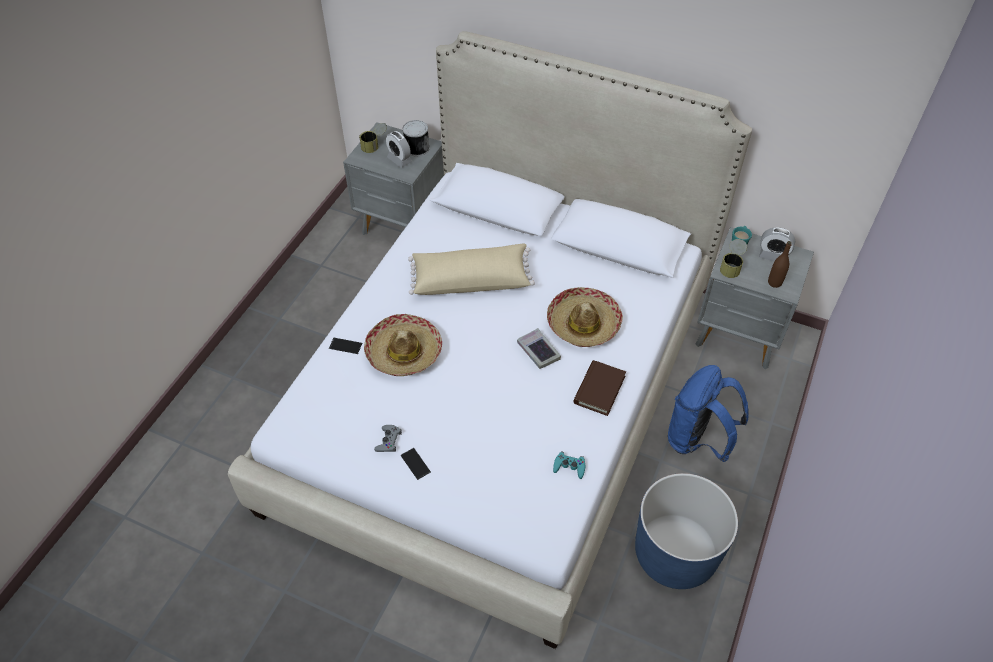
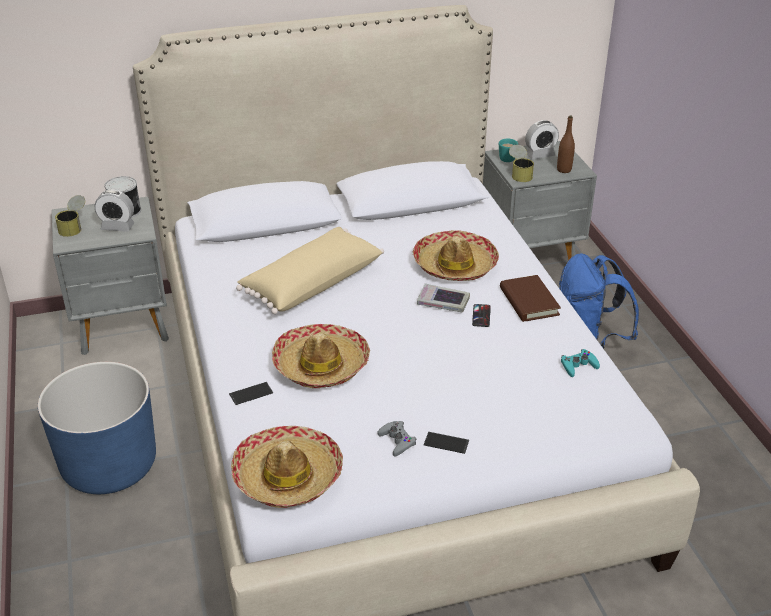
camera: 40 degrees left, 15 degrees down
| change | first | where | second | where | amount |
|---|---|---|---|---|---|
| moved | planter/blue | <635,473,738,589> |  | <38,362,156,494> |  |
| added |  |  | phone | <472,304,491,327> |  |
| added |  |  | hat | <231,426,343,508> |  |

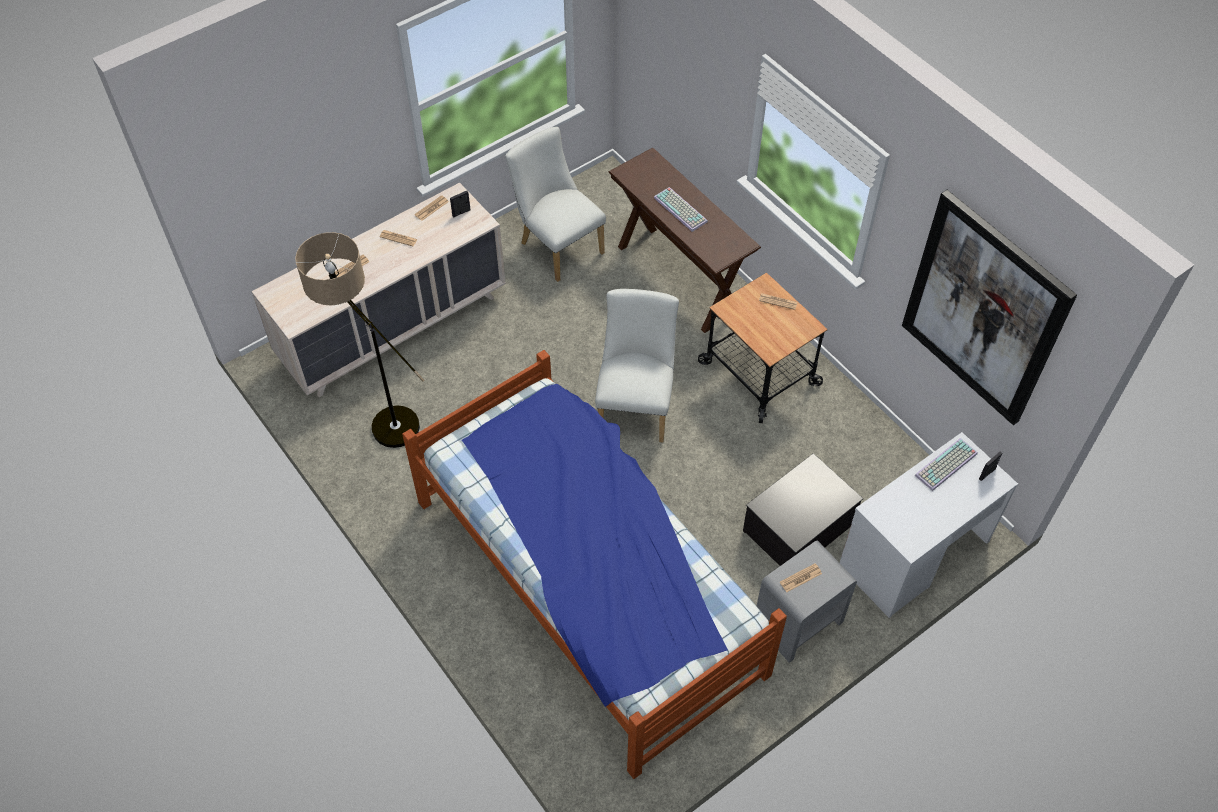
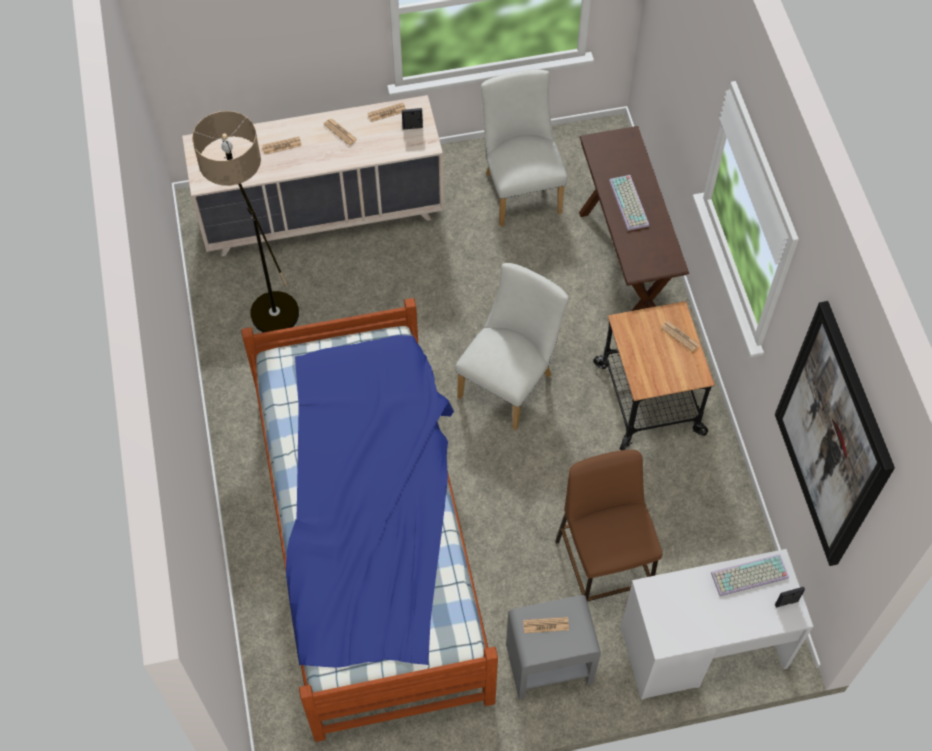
camera: 25 degrees right, 5 degrees up
| change | first | where | second | where | amount |
|---|---|---|---|---|---|
| replaced | storage box | <743,453,863,566> | stool/brown | <555,450,662,602> |  |

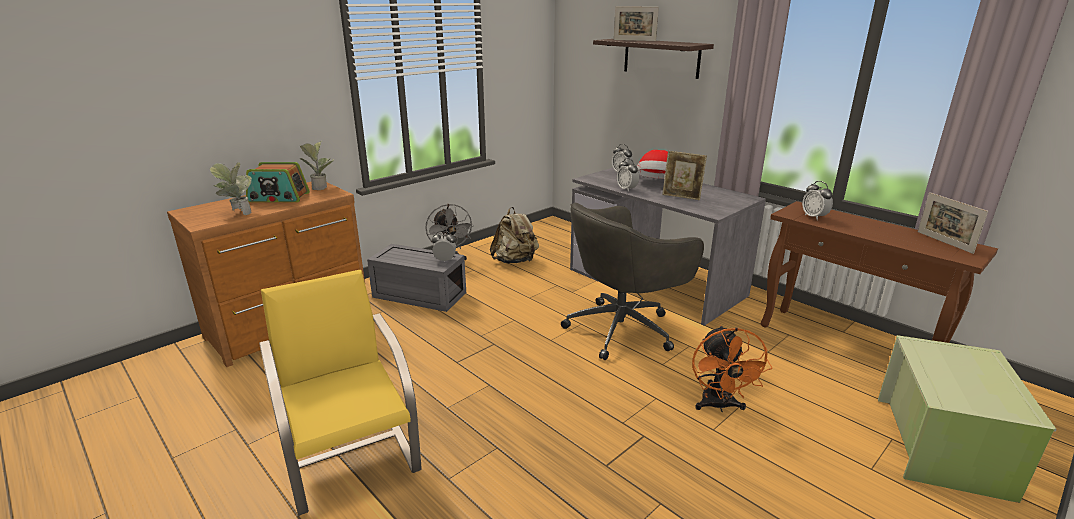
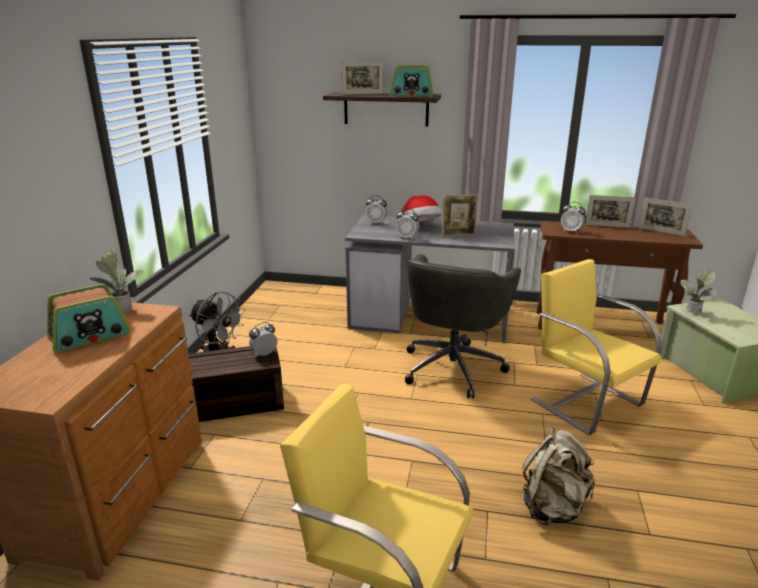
camera: 35 degrees left, 0 degrees up
| change | first | where | second | where | amount |
|---|---|---|---|---|---|
| moved | potted plant | <210,162,252,215> |  | <680,269,717,312> |  |
| moved | backpack/beige | <490,207,539,264> |  | <522,427,595,525> |  |
| recoloured | storage box/grey | <367,244,466,312> | storage box/brown | <188,346,284,422> |  |
| replaced | fan/orange | <692,325,772,412> | chair/yellow | <530,259,662,435> |  |
| added |  |  | radio | <390,66,433,97> |  |
| added |  |  | picture frame | <585,195,636,228> |  |

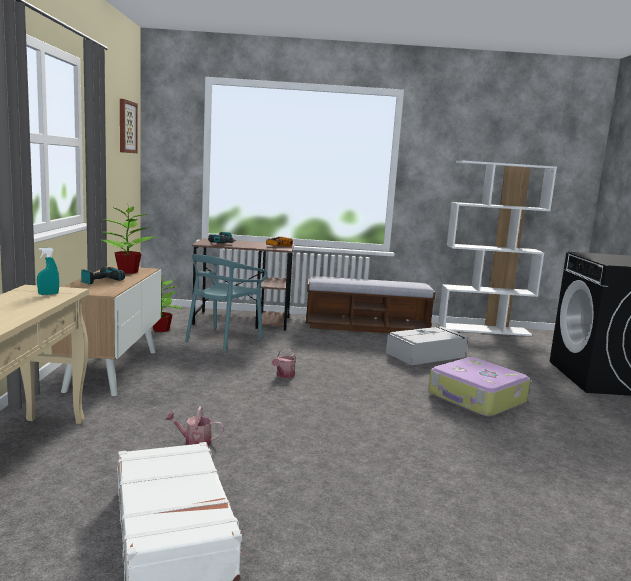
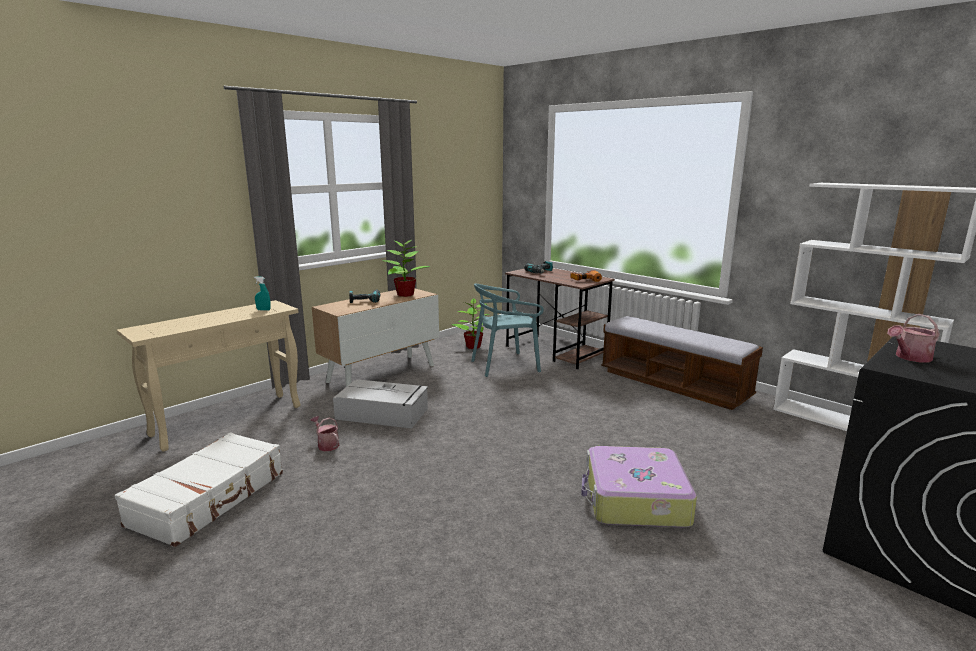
camera: 45 degrees right, 5 degrees up
| change | first | where | second | where | amount |
|---|---|---|---|---|---|
| removed | picture | <120,99,138,153> |  |  |  |
| moved | storage box/grey | <386,326,468,365> |  | <333,379,428,429> |  |
| moved | watering can | <272,348,296,378> |  | <887,314,940,362> |  |

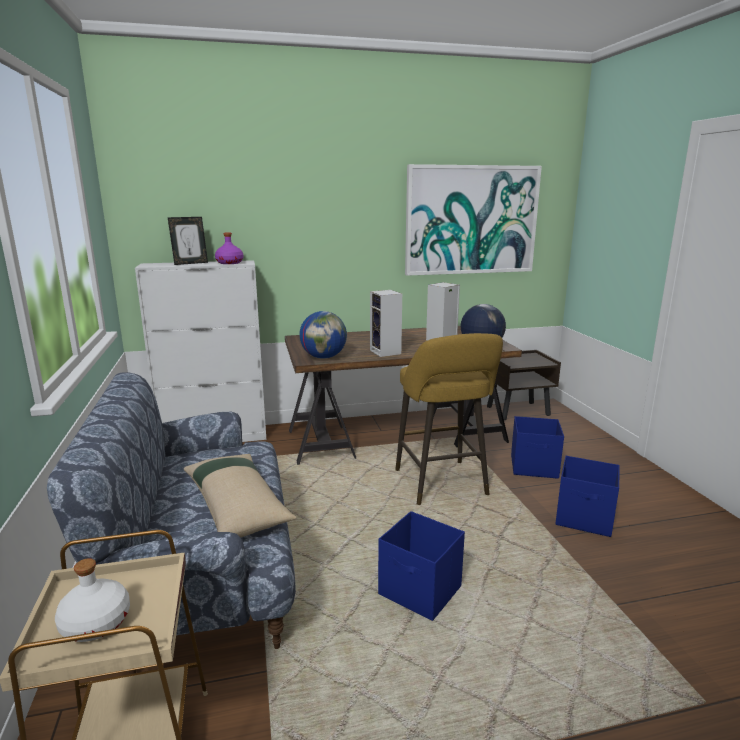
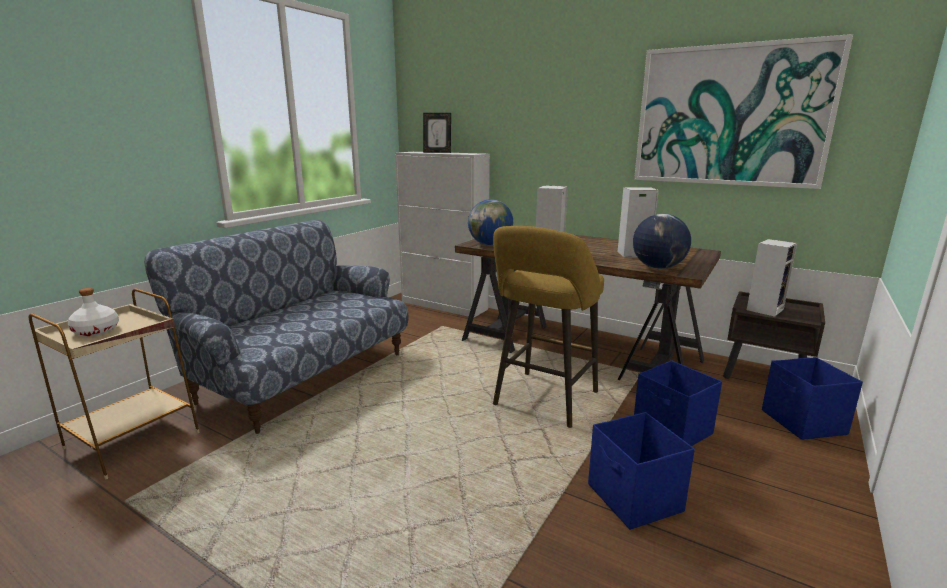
camera: 45 degrees right, 0 degrees up
| change | first | where | second | where | amount |
|---|---|---|---|---|---|
| removed | bottle/purple | <215,232,243,264> |  |  |  |
| removed | pillow/beige | <184,454,297,538> |  |  |  |
| moved | storage box/blue | <378,511,465,621> |  | <762,357,863,440> |  |
| added |  |  | speaker | <747,239,797,317> |  |

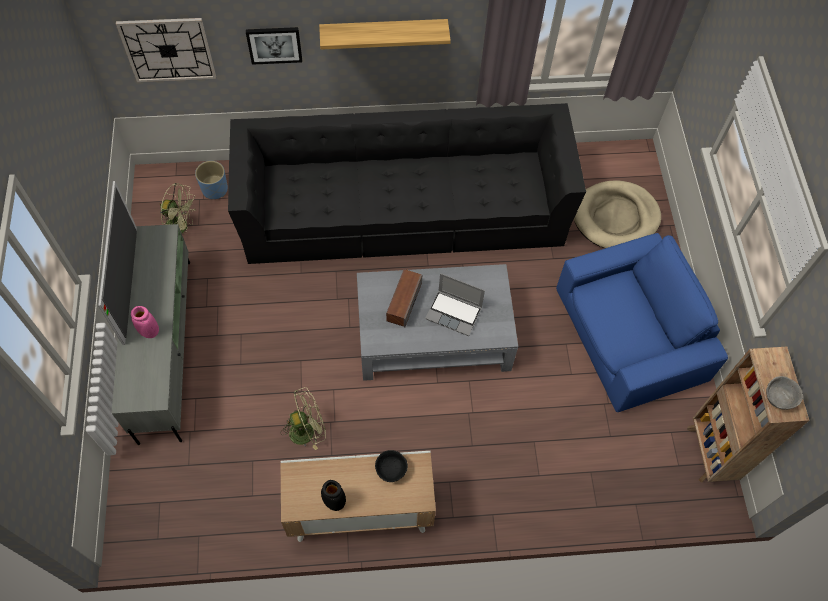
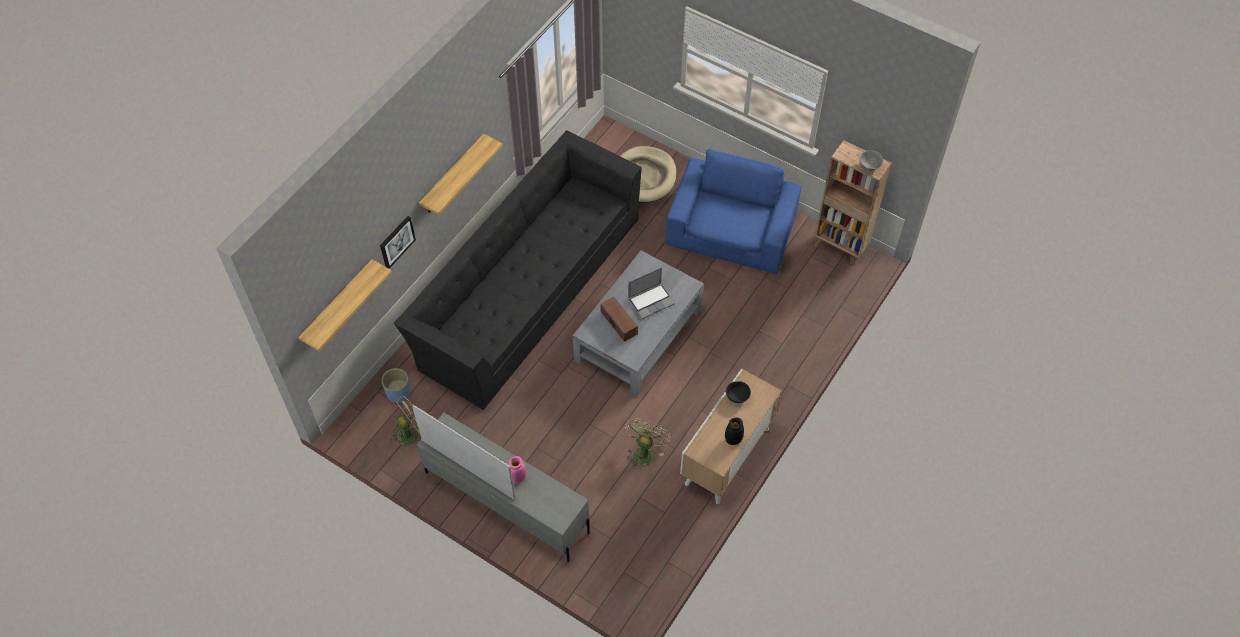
camera: 50 degrees left, 5 degrees down
| change | first | where | second | where | amount |
|---|---|---|---|---|---|
| replaced | wall clock | <116,18,216,82> | shelf | <299,259,392,351> |  |

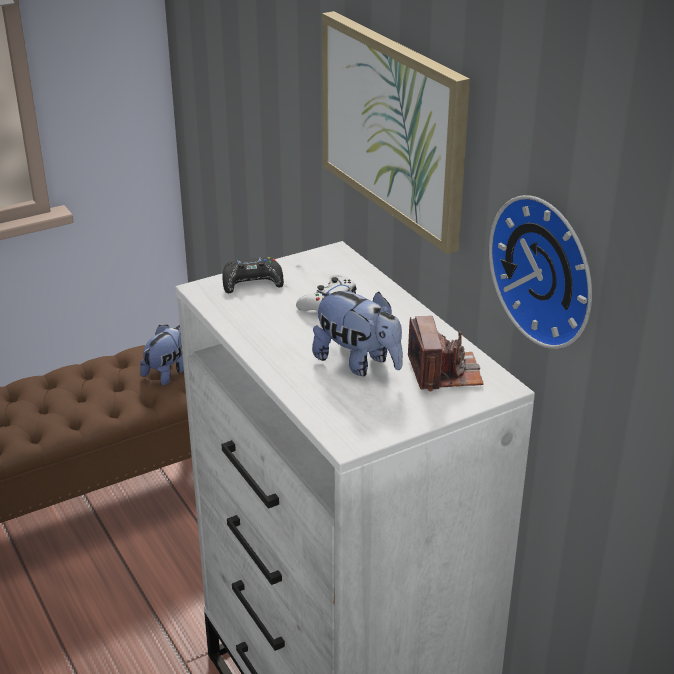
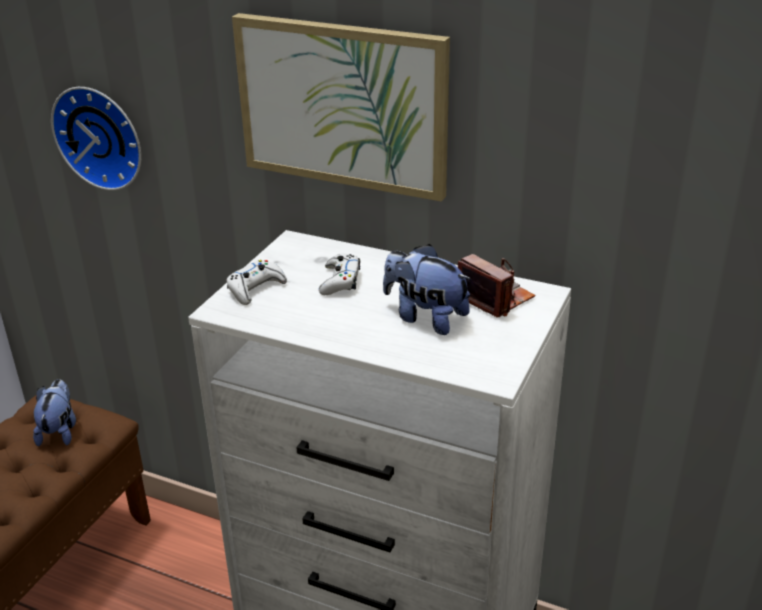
camera: 35 degrees left, 0 degrees up
| change | first | where | second | where | amount |
|---|---|---|---|---|---|
| moved | wall clock | <489,195,592,349> |  | <51,87,141,191> |  |
| recoloured | game controller/black | <222,257,284,293> | game controller/white | <226,260,287,305> |  |
| turned | plush toy | <312,290,403,376> |  | <383,244,471,335> | 150 degrees counterclockwise |

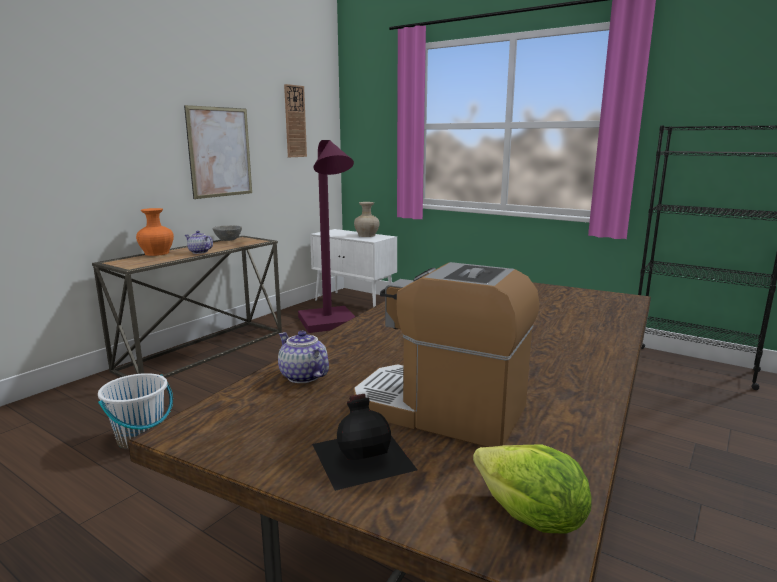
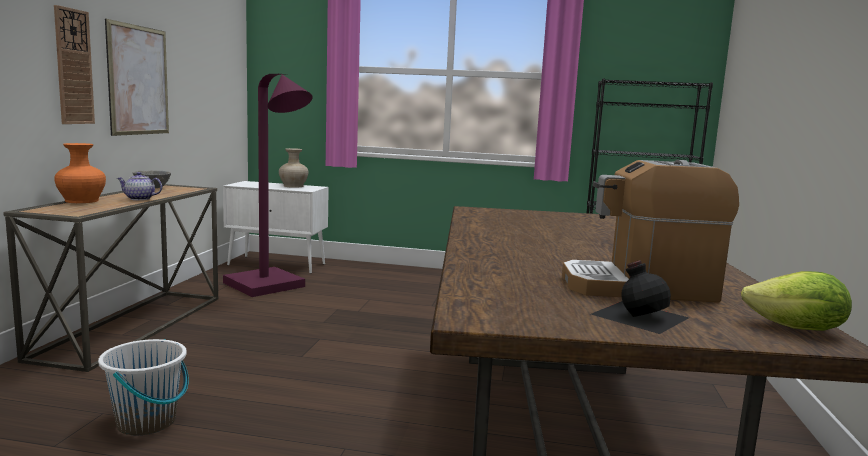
camera: 25 degrees left, 5 degrees down
| change | first | where | second | where | amount |
|---|---|---|---|---|---|
| moved | wall clock | <284,84,307,157> |  | <54,5,95,124> |  |
| removed | teapot | <278,331,329,383> |  |  |  |

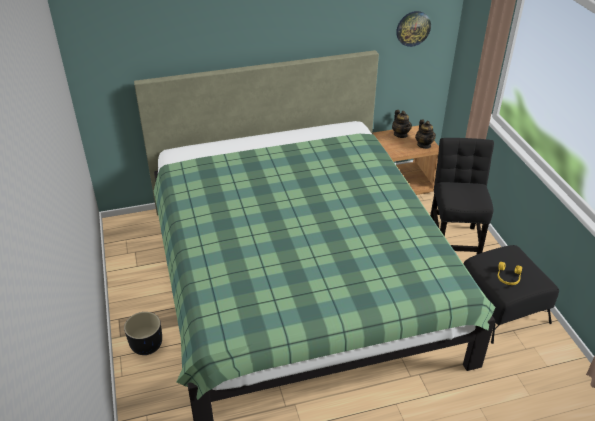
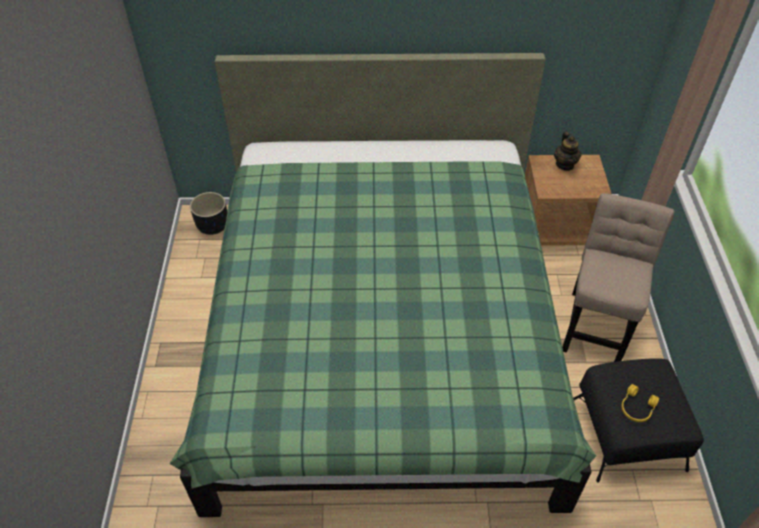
camera: 15 degrees right, 10 degrees up
| change | first | where | second | where | amount |
|---|---|---|---|---|---|
| removed | wall clock | <396,11,431,47> |  |  |  |
| removed | teapot | <415,120,436,149> |  |  |  |
| recoloured | chair/black | <430,138,494,255> | chair/beige | <562,193,675,362> |  |
| moved | planter/black | <124,312,162,355> |  | <190,192,227,235> |  |

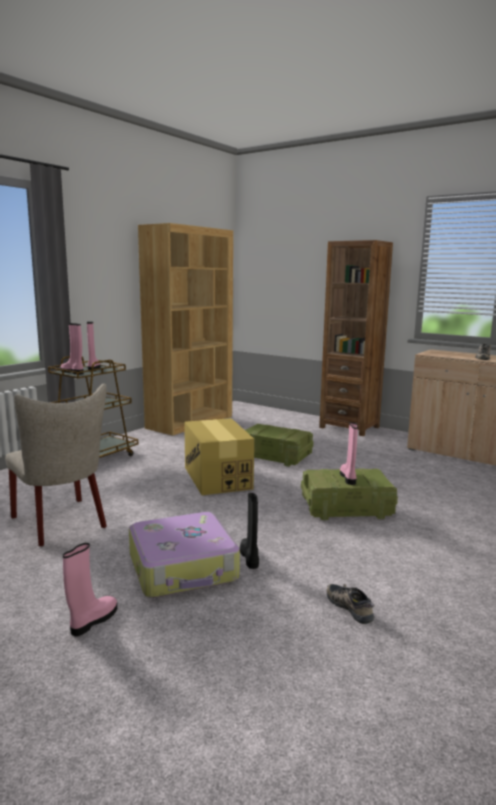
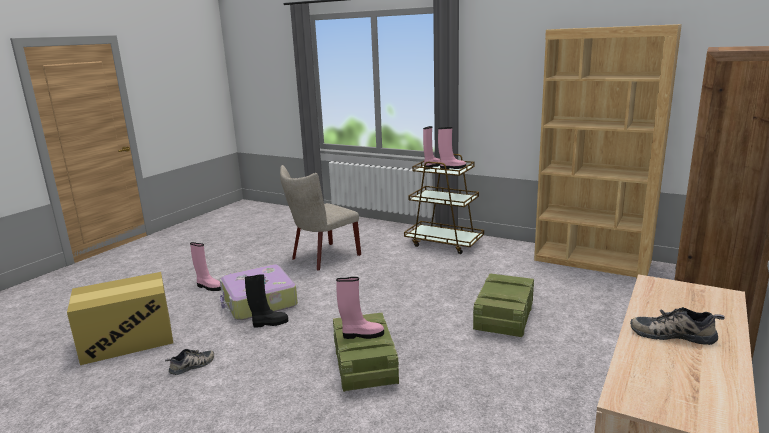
camera: 85 degrees right, 5 degrees up
| change | first | where | second | where | amount |
|---|---|---|---|---|---|
| moved | cardboard box | <184,418,254,495> |  | <67,272,173,365> |  |

